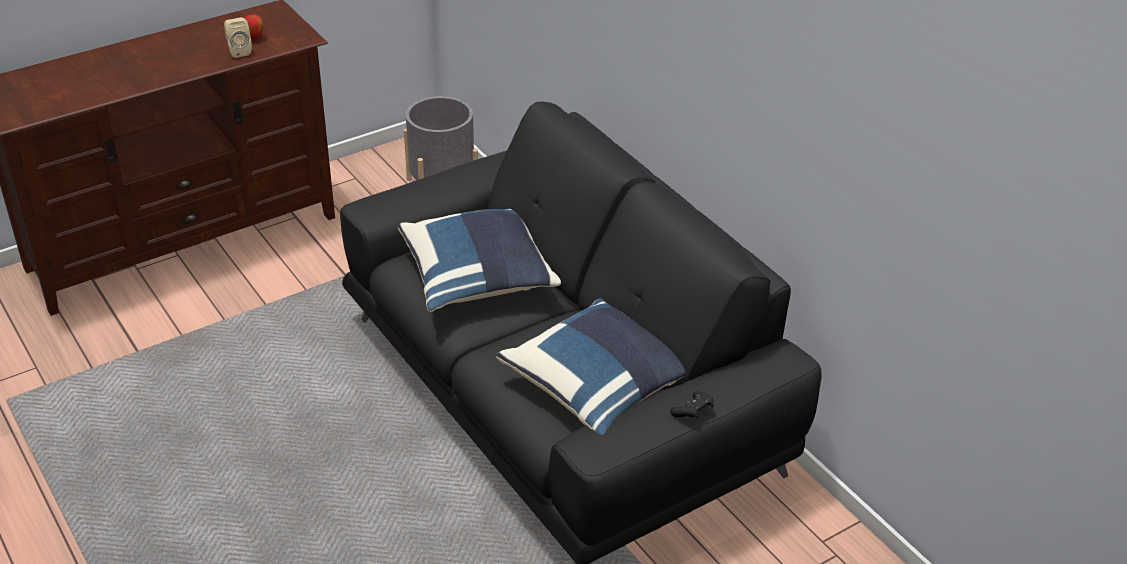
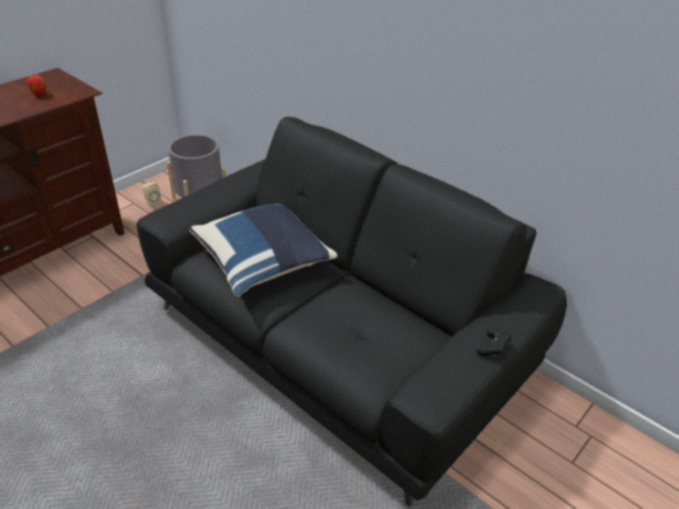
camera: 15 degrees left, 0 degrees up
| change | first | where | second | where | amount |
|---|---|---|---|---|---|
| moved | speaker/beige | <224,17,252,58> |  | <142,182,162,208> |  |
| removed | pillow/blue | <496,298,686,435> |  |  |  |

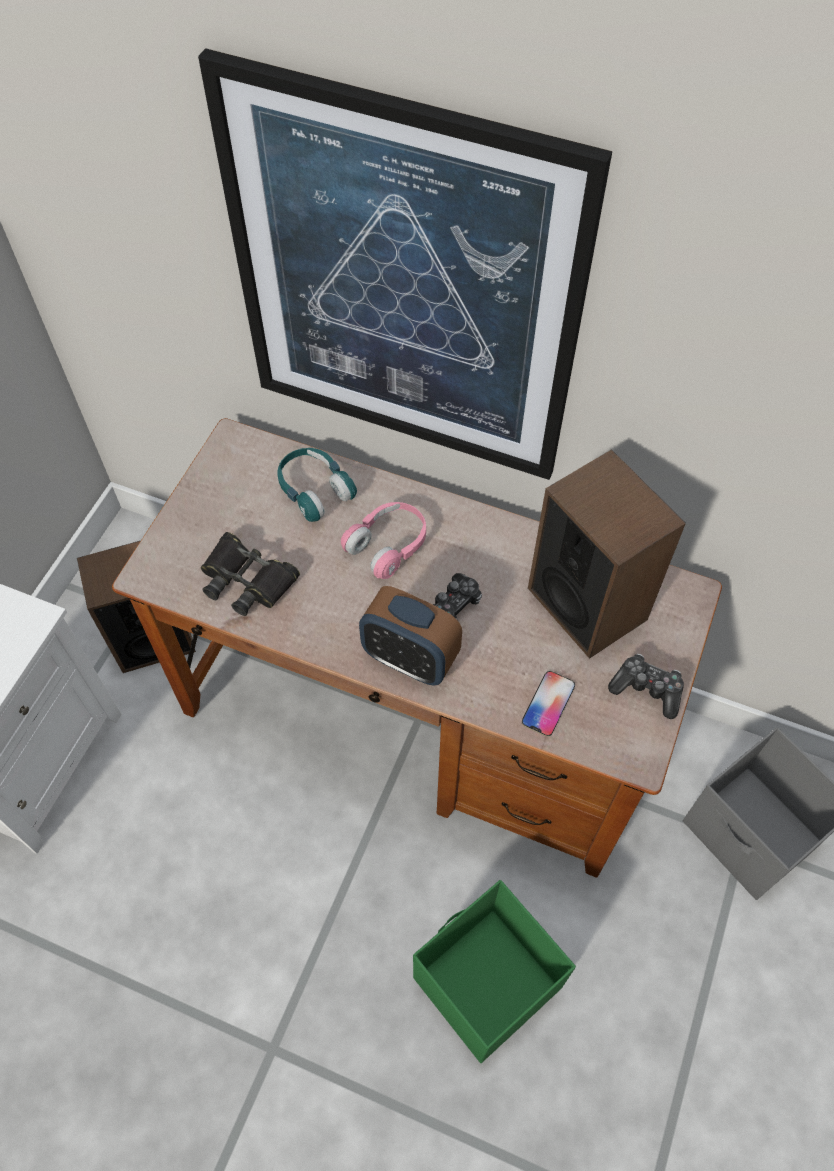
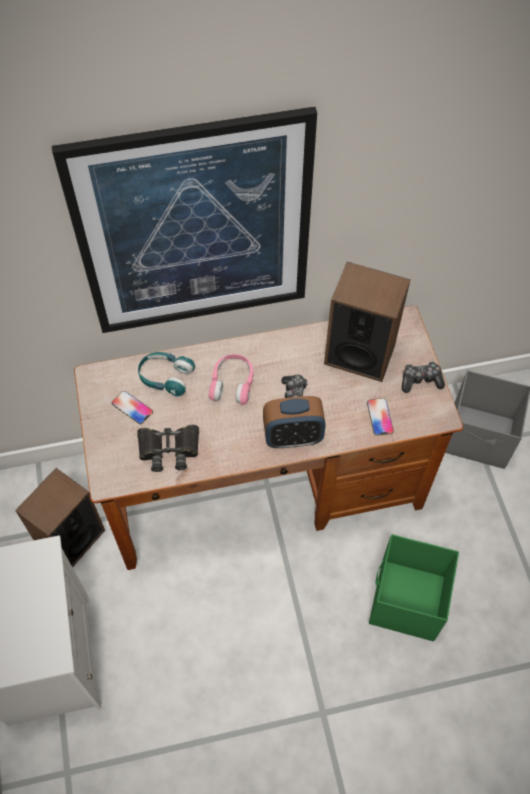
camera: 35 degrees left, 0 degrees up
| change | first | where | second | where | amount |
|---|---|---|---|---|---|
| added |  |  | phone | <112,391,153,424> |  |

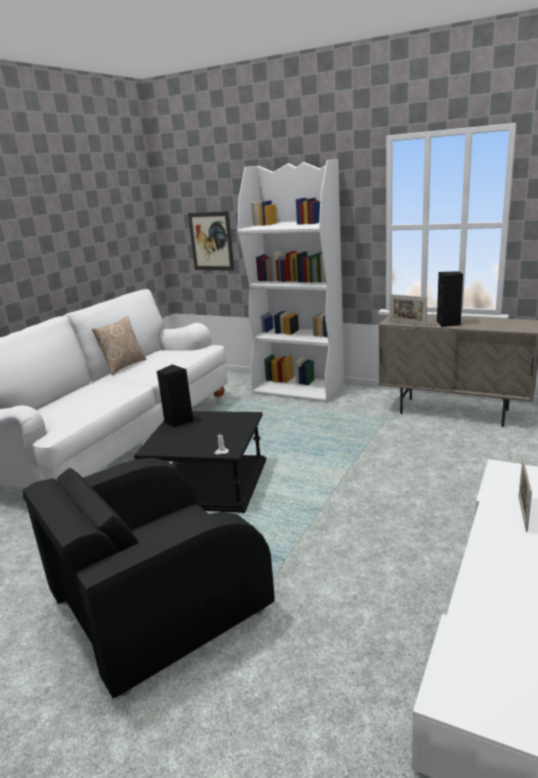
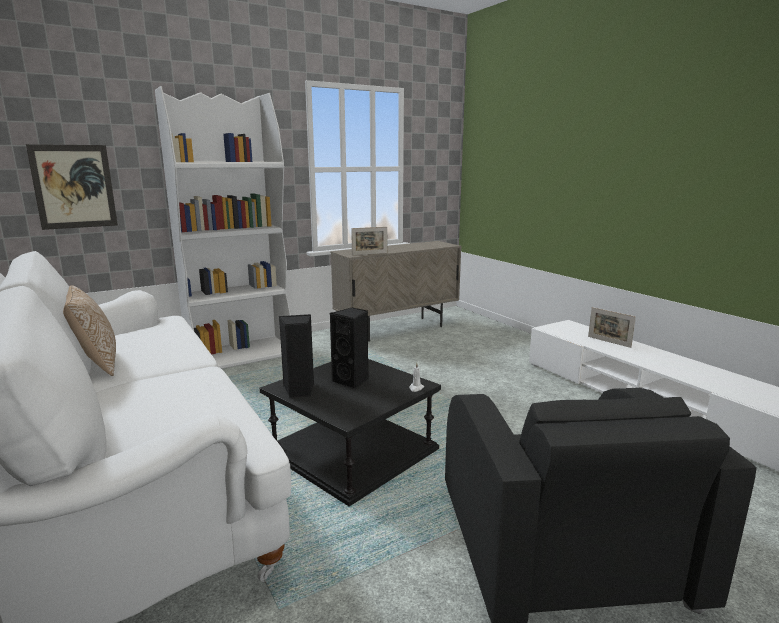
camera: 60 degrees left, 5 degrees down
| change | first | where | second | where | amount |
|---|---|---|---|---|---|
| moved | speaker/black | <437,271,463,327> |  | <330,307,369,390> |  |

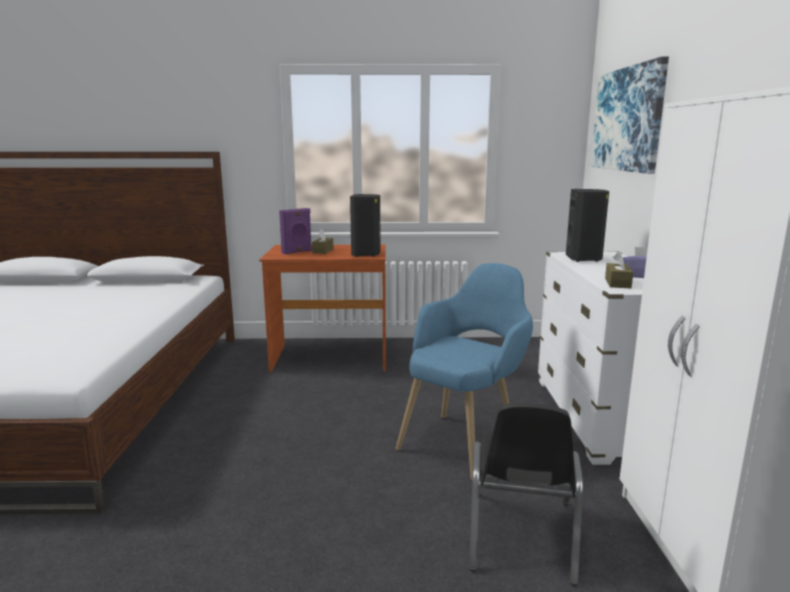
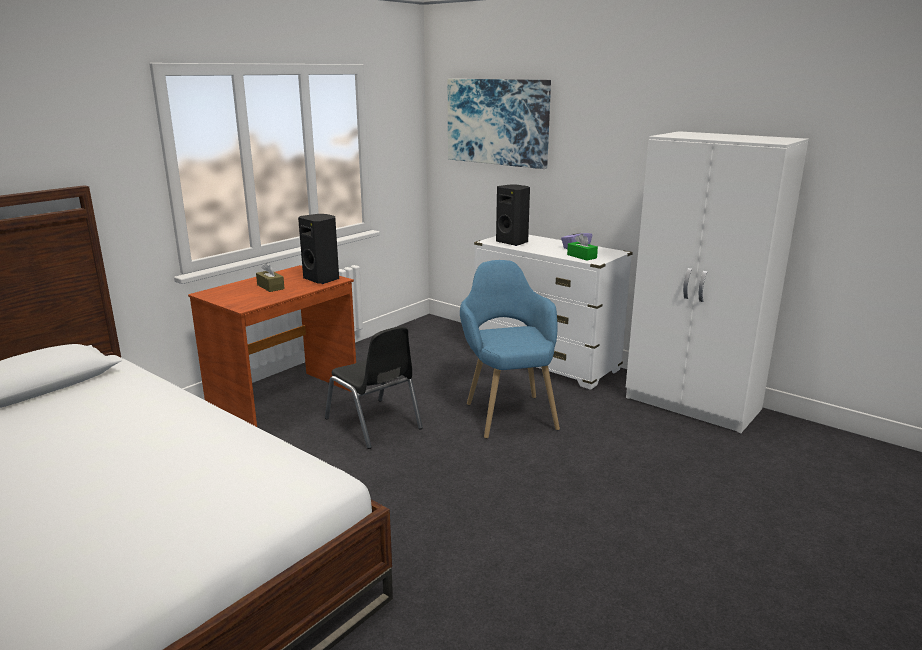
camera: 50 degrees left, 5 degrees up
| change | first | where | second | where | amount |
|---|---|---|---|---|---|
| removed | speaker/purple | <279,208,312,255> |  |  |  |
| recoloured | tissue box/brown | <605,252,633,289> | tissue box/green | <567,234,598,261> |  |
| moved | chair/black | <469,403,583,586> |  | <325,326,423,449> |  |

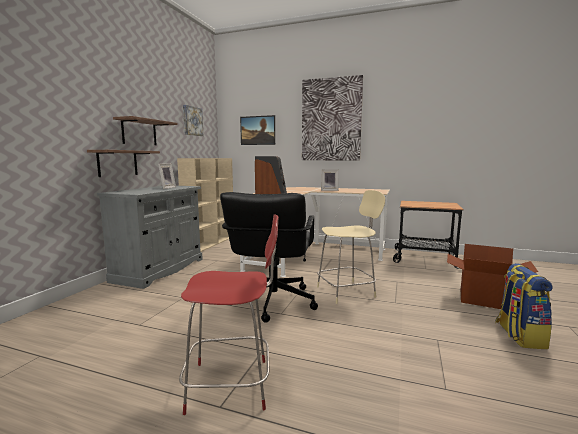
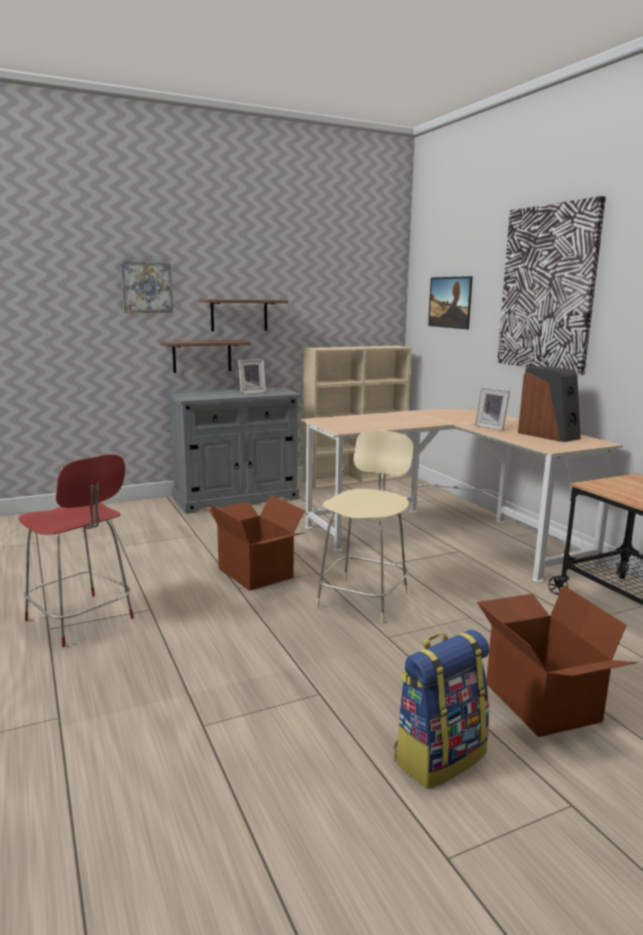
camera: 45 degrees right, 5 degrees up
| change | first | where | second | where | amount |
|---|---|---|---|---|---|
| moved | picture | <183,105,203,136> |  | <120,261,173,313> |  |
| moved | speaker | <255,156,287,194> |  | <518,366,581,442> |  |
| turned | chair/beige | <317,190,385,304> |  | <316,430,414,623> | 90 degrees counterclockwise |
| replaced | office chair/black | <220,192,318,323> | cardboard box | <209,495,305,591> |  |

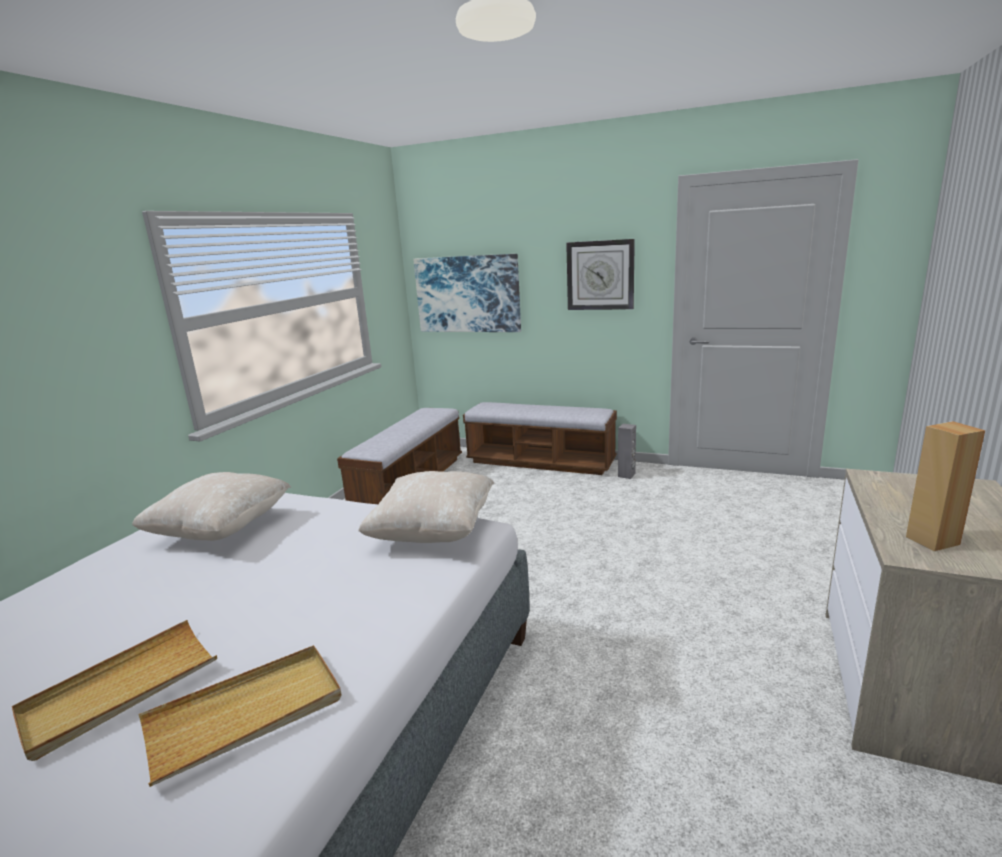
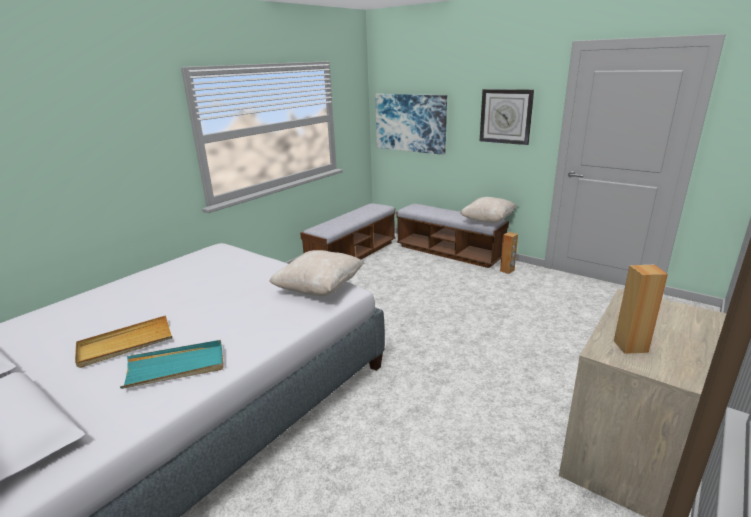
camera: 15 degrees right, 5 degrees up
| change | first | where | second | where | amount |
|---|---|---|---|---|---|
| recoloured | speaker/grey | <618,424,636,479> | speaker/brown | <500,232,518,274> |  |
| moved | pillow/beige | <132,472,291,541> |  | <460,197,517,223> |  |
| recoloured | tray/beige | <139,645,342,787> | tray/turquoise | <120,340,224,389> |  |

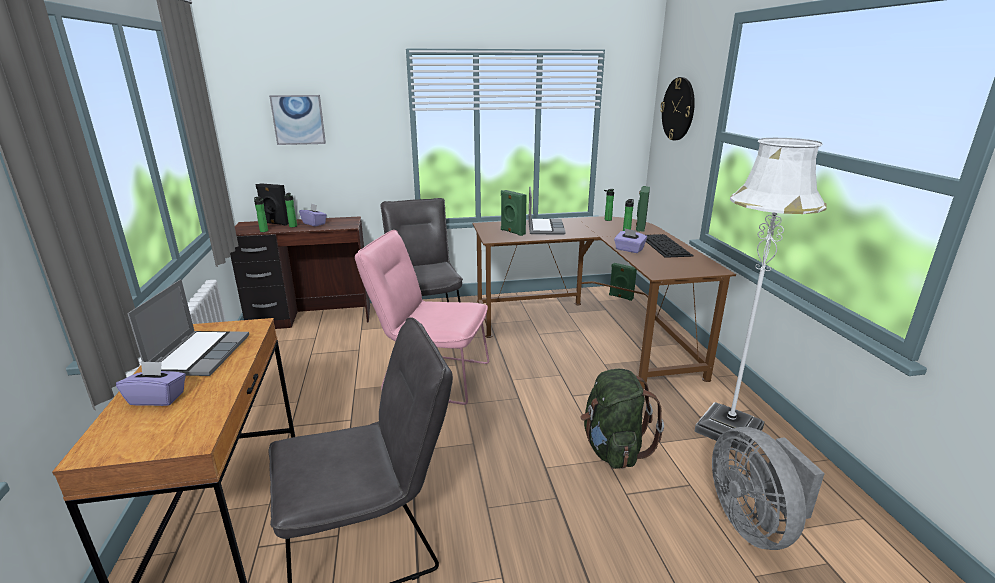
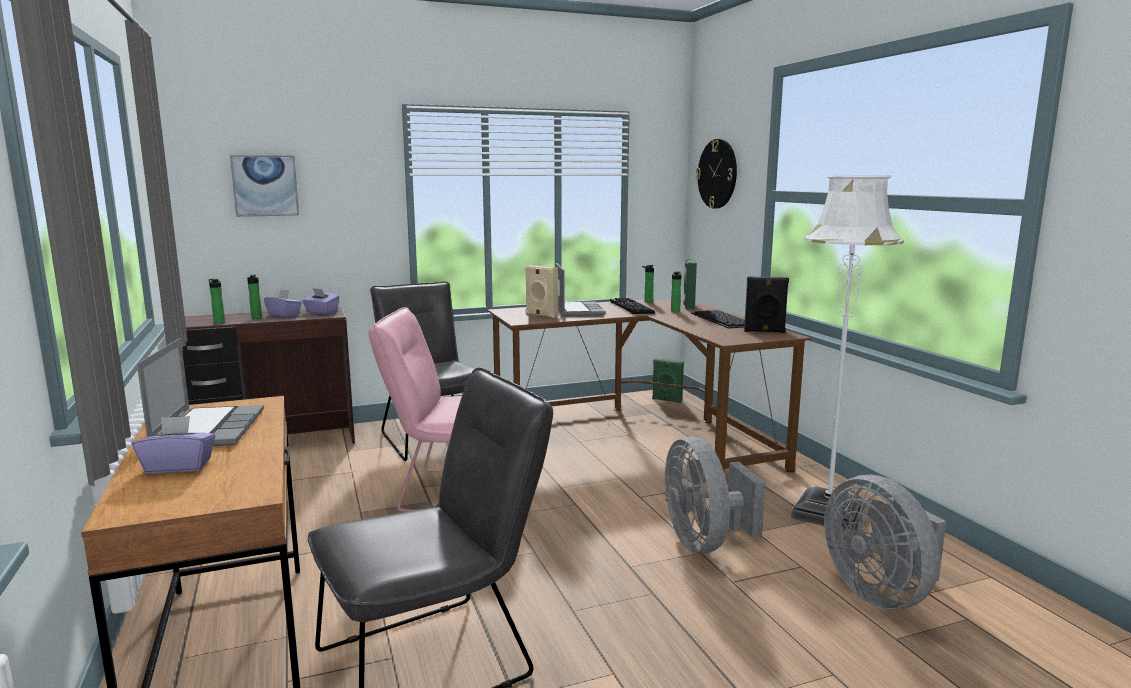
camera: 10 degrees left, 10 degrees down
| change | first | where | second | where | amount |
|---|---|---|---|---|---|
| moved | speaker/black | <256,183,289,225> |  | <744,276,789,333> |  |
| recoloured | speaker/green | <501,190,527,236> | speaker/beige | <525,265,558,318> |  |
| moved | tissue box/purple | <614,228,647,253> |  | <302,288,339,314> |  |
| replaced | backpack/green | <580,369,664,469> | fan/grey | <664,437,765,554> |  |
| added |  |  | keyboard | <610,298,655,314> |  |

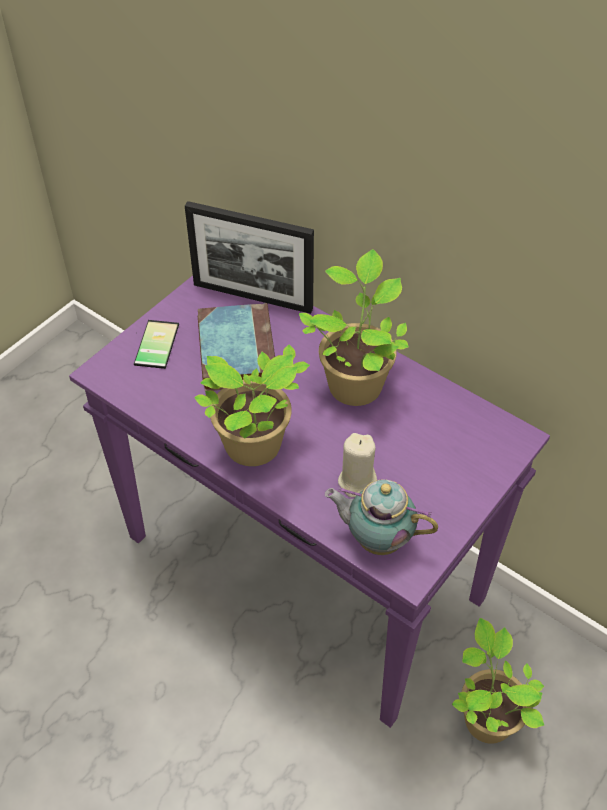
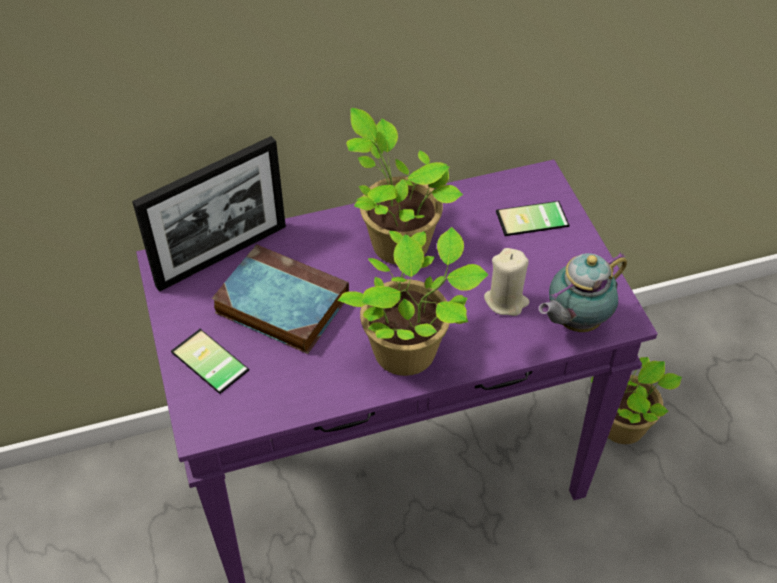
camera: 55 degrees left, 0 degrees up
| change | first | where | second | where | amount |
|---|---|---|---|---|---|
| added |  |  | phone | <496,201,569,236> |  |

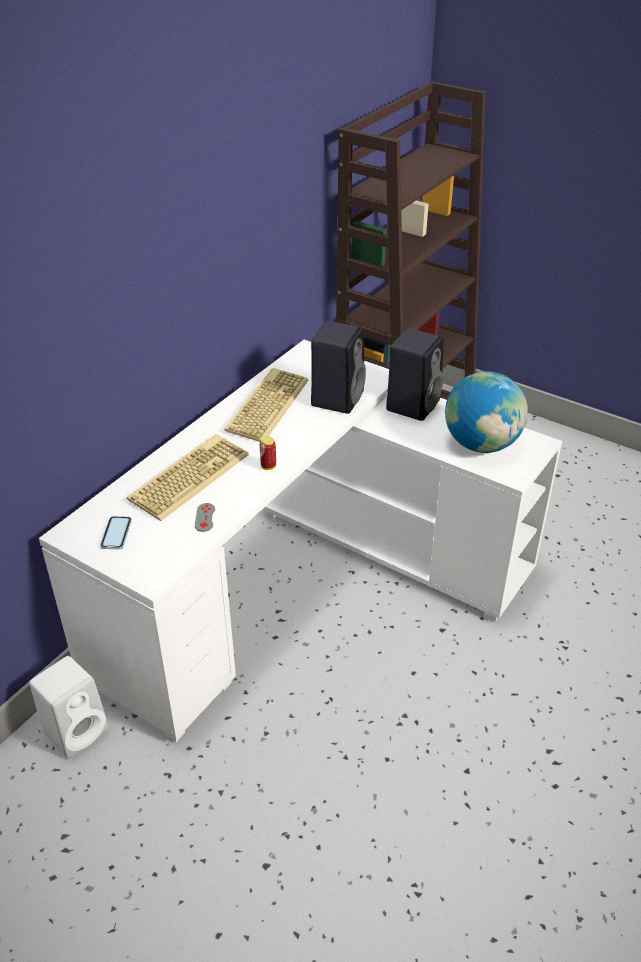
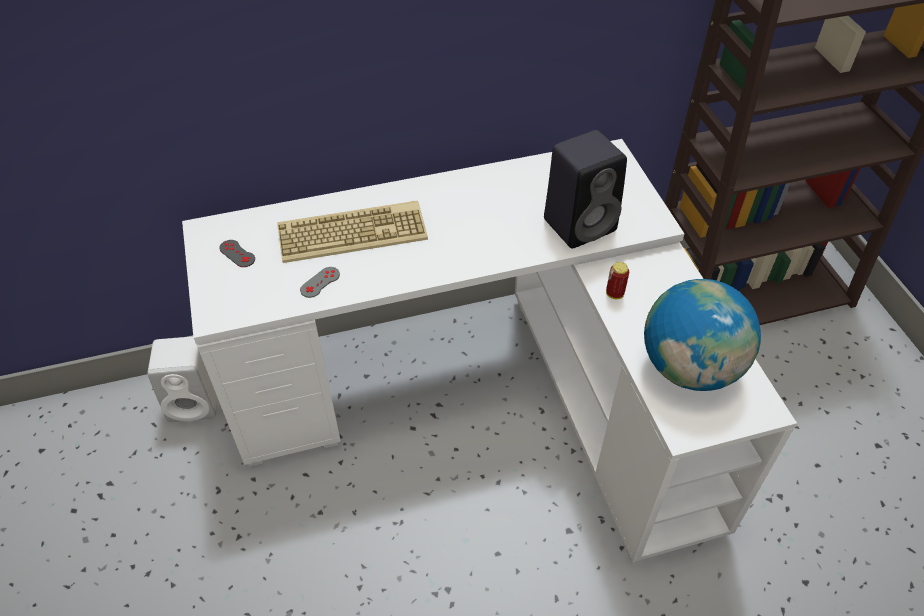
camera: 40 degrees right, 10 degrees up
| change | first | where | second | where | amount |
|---|---|---|---|---|---|
| removed | speaker/black | <386,328,443,421> |  |  |  |
| removed | keyboard | <224,368,308,442> |  |  |  |
| moved | can | <260,436,276,470> |  | <606,262,629,299> |  |
| replaced | phone | <100,516,132,549> | game controller/grey | <219,240,255,267> |  |

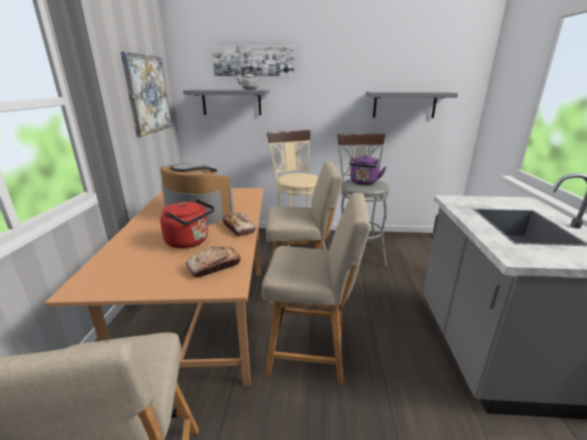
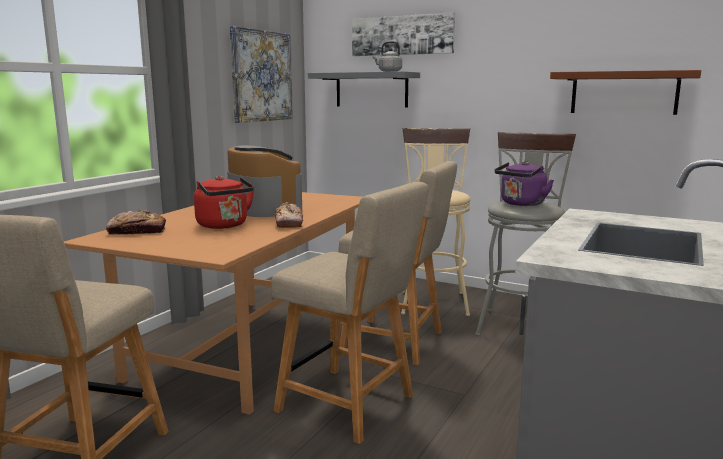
camera: 25 degrees right, 10 degrees down
| change | first | where | second | where | amount |
|---|---|---|---|---|---|
| recoloured | shelf/grey | <366,92,458,118> | shelf/brown | <550,70,701,115> |  |
| moved | bread | <186,246,241,278> |  | <106,210,166,235> |  |

